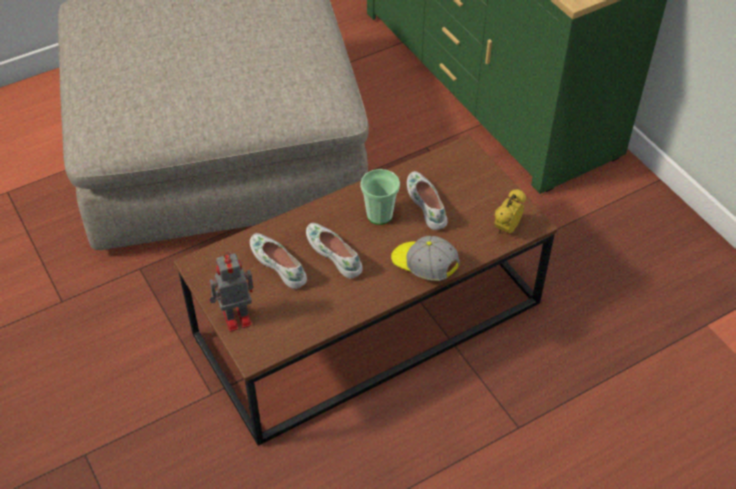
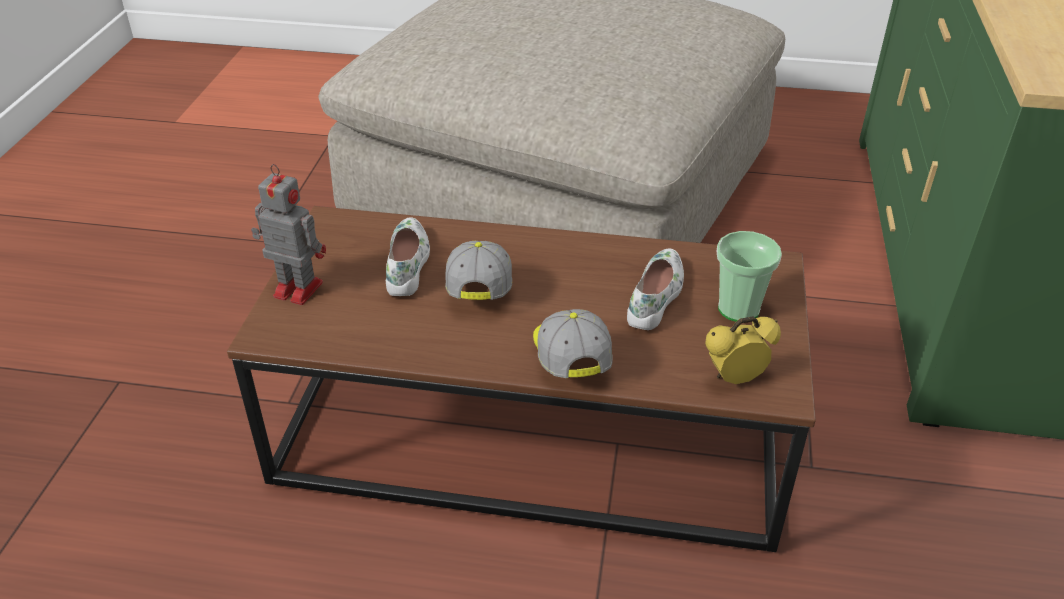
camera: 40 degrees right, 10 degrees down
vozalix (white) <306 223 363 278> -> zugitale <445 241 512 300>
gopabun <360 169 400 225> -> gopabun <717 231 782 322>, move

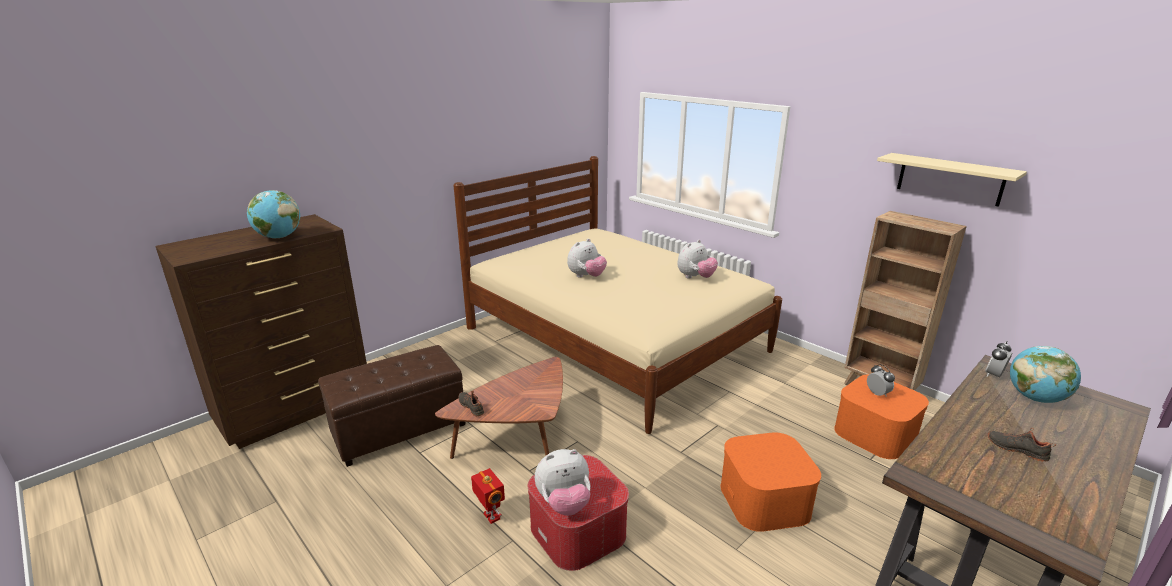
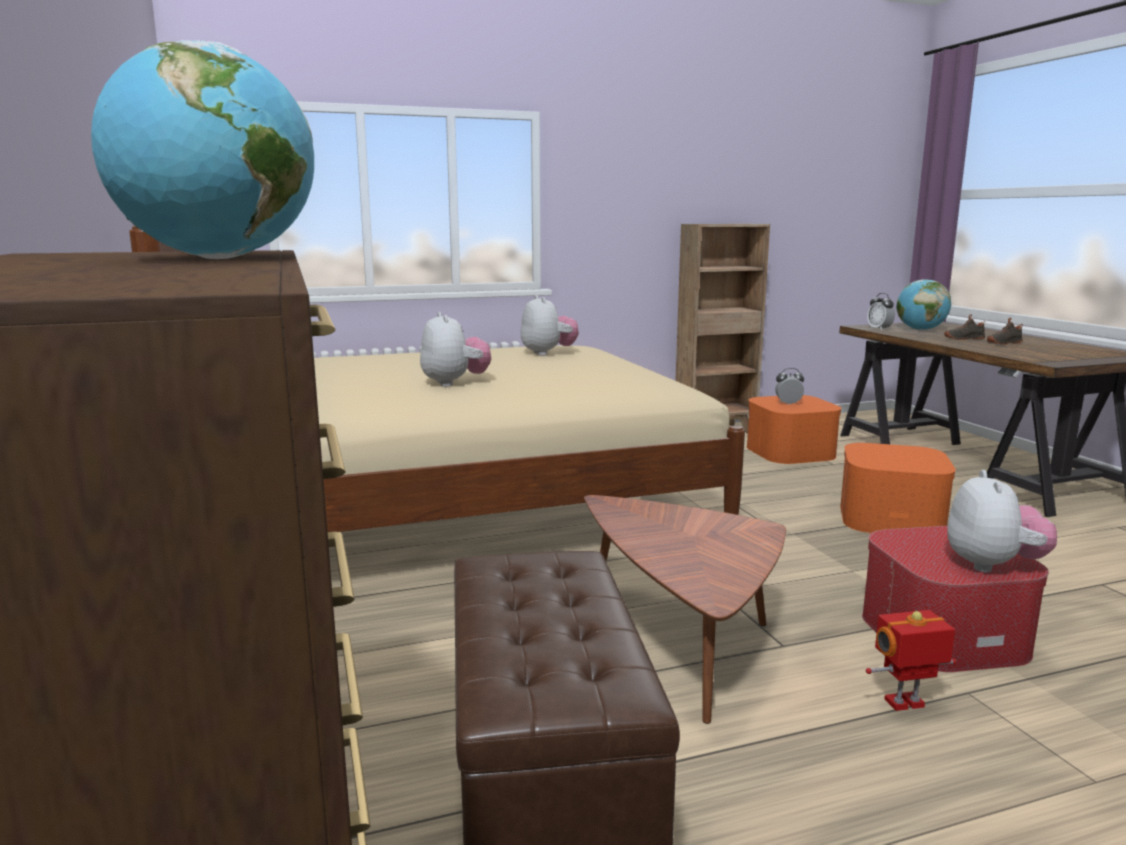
camera: 65 degrees left, 10 degrees down
vozalix (black) <459 391 484 416> -> vozalix (black) <944 314 986 340>, move
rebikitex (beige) <877 153 1027 207> -> none

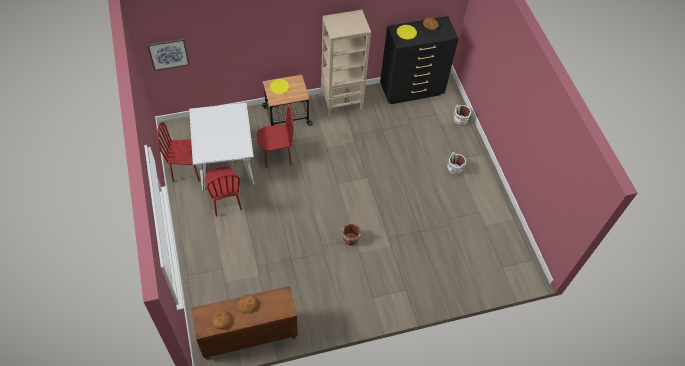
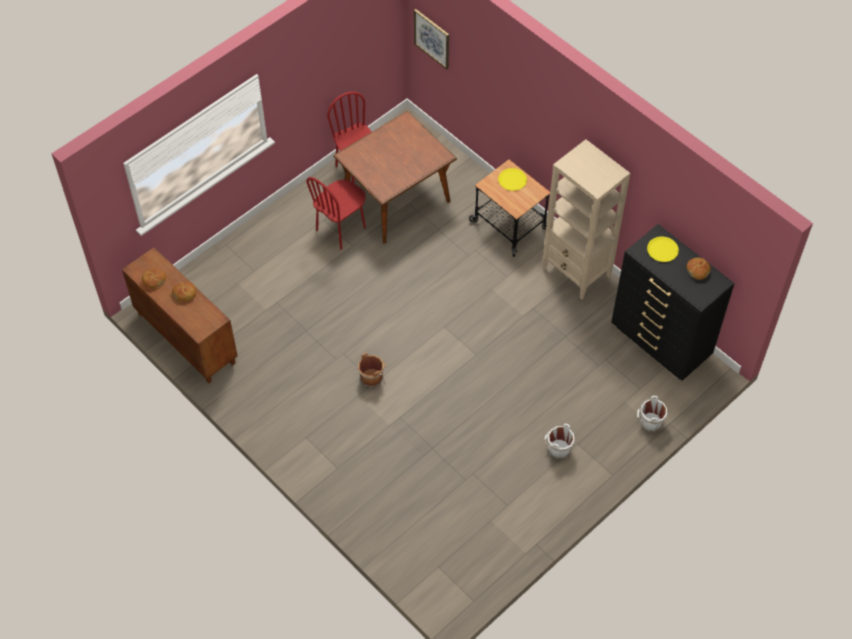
camera: 65 degrees right, 0 degrees up
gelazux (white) <189 103 255 191> -> gelazux (brown) <333 111 457 244>
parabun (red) <257 106 293 168> -> none

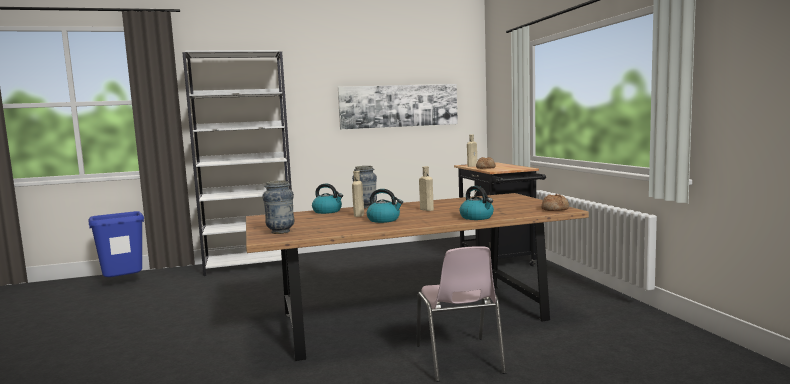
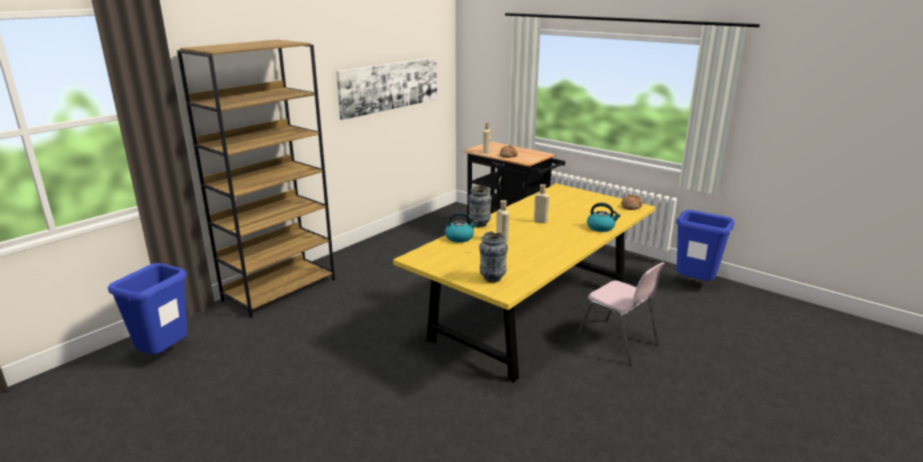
camera: 35 degrees left, 15 degrees up
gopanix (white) <182 50 292 276> -> gopanix (brown) <177 40 335 318>
gelazux (brown) <246 193 589 361> -> gelazux (yellow) <393 184 655 383>
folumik <367 189 403 223> -> none
none -> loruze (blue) <676 210 735 281>

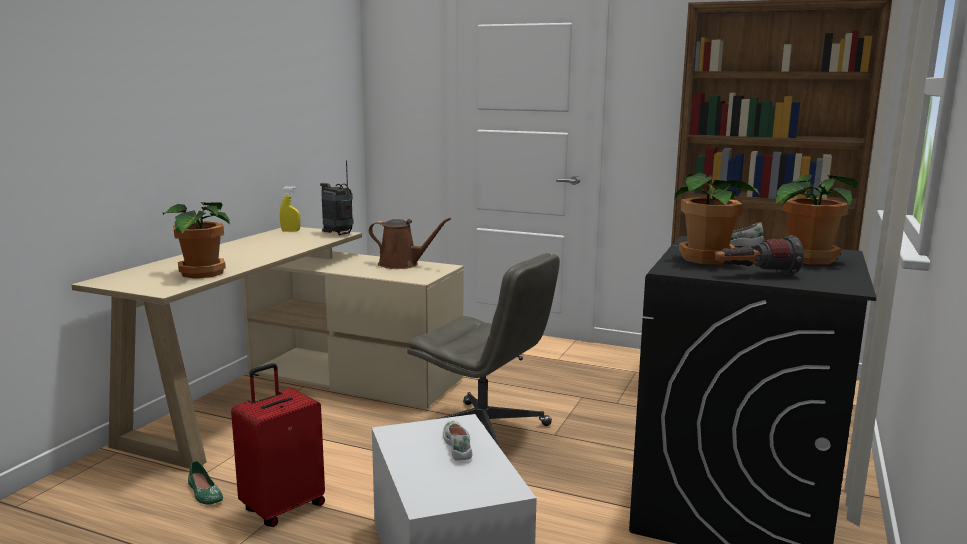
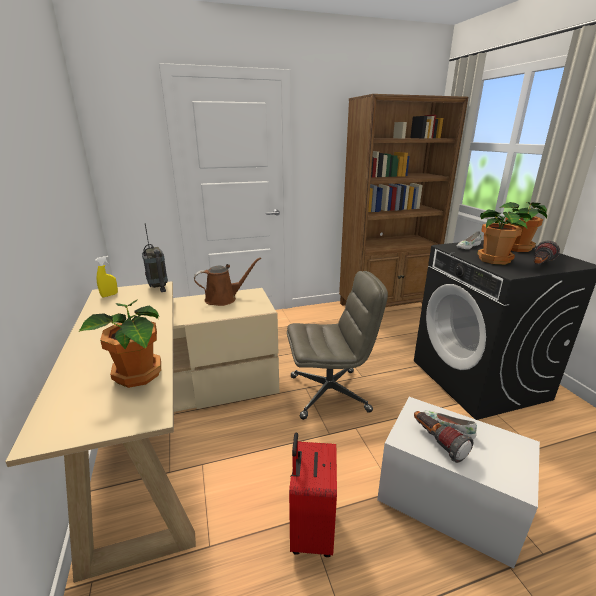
camera: 40 degrees left, 10 degrees up
vozalix (green) <188 461 223 505> -> none
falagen <320 160 354 236> -> falagen <142 223 168 292>, 120 degrees counterclockwise
none -> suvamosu <414 411 473 463>

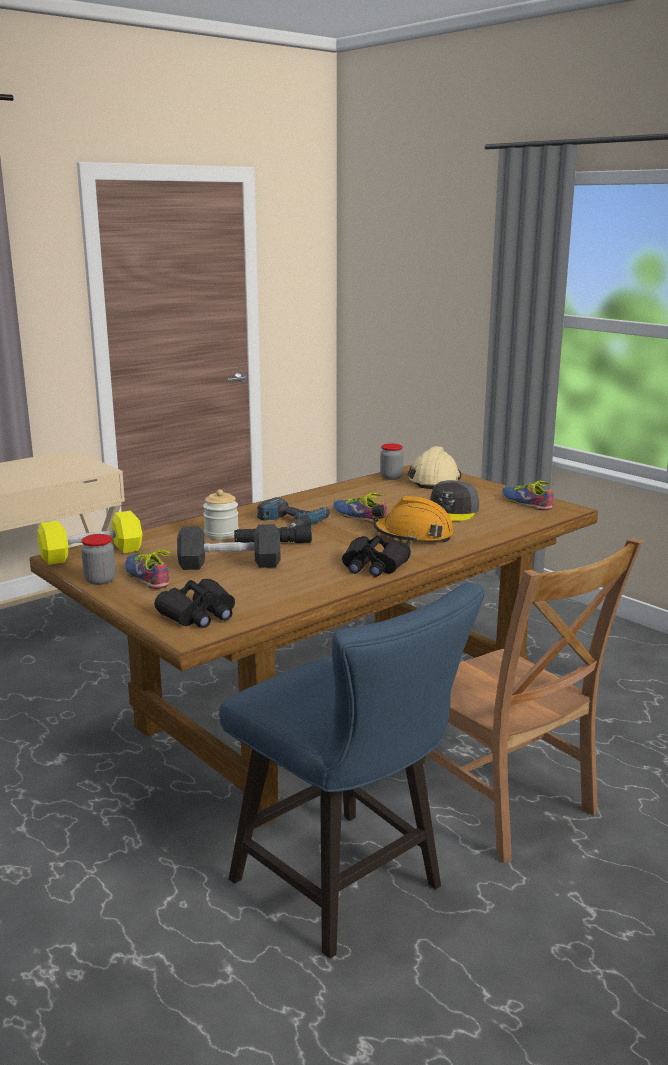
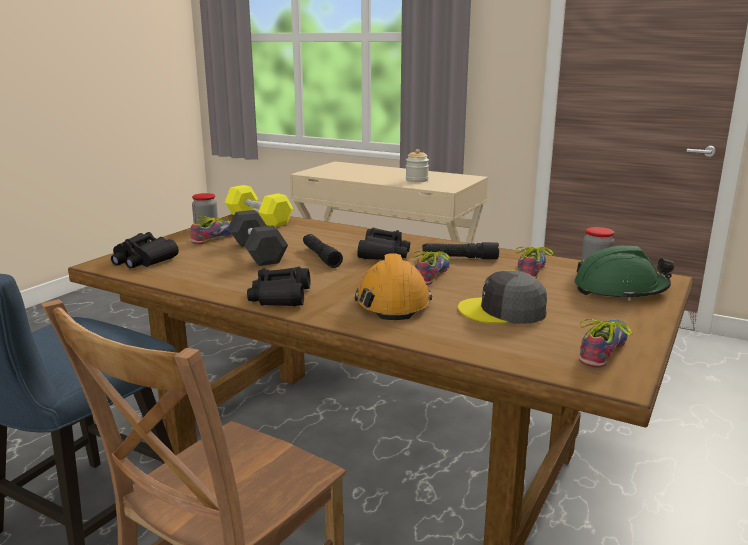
camera: 70 degrees right, 0 degrees up
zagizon <203 490 239 540> -> zagizon <406 149 429 182>, move
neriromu <257 497 330 527> -> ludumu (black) <357 228 410 260>
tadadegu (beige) <407 446 461 489> -> tadadegu (green) <574 246 674 301>
none -> suvamosu (black) <422 242 499 259>
none -> vozalix <515 246 553 279>

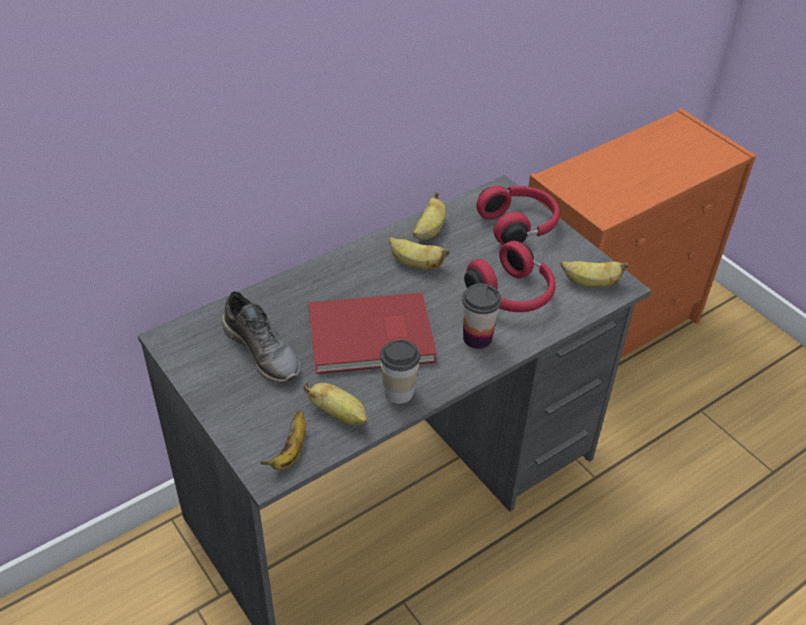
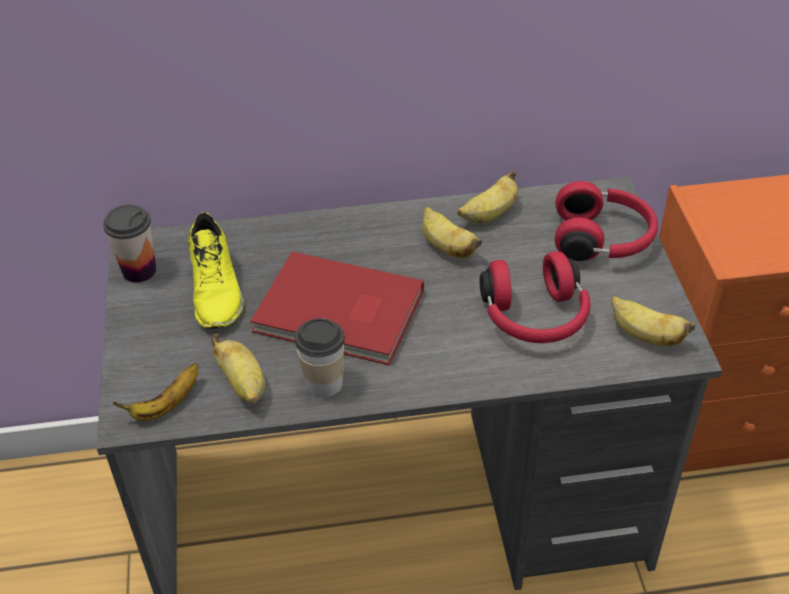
camera: 30 degrees right, 0 degrees up
vozalix (grey) <222 291 300 383> -> vozalix (yellow) <188 212 244 329>
gopabun <462 283 502 349> -> gopabun <103 204 156 283>, move

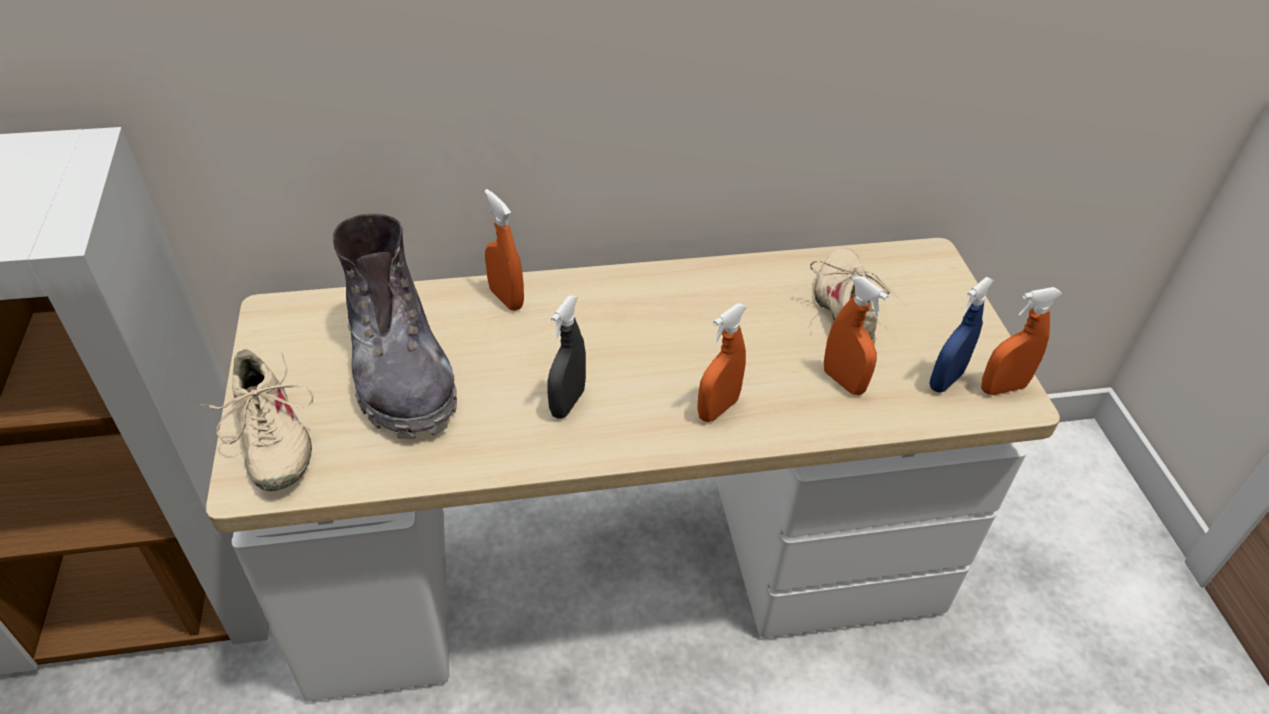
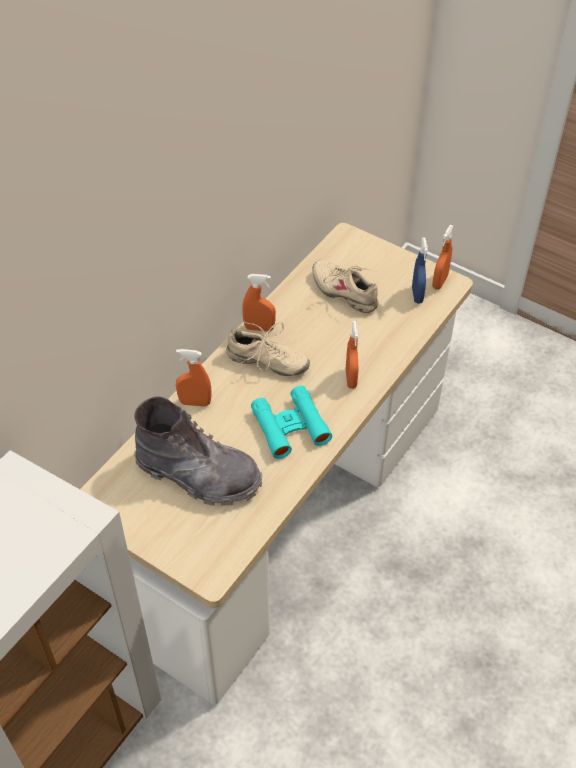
camera: 45 degrees left, 5 degrees up
vozalix (beige) <199 349 313 491> -> vozalix (beige) <226 321 310 376>, move
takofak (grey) <547 295 586 419> -> ludumu (turquoise) <251 386 332 459>
takofak (orange) <824 276 889 395> -> takofak (orange) <242 274 276 331>, move

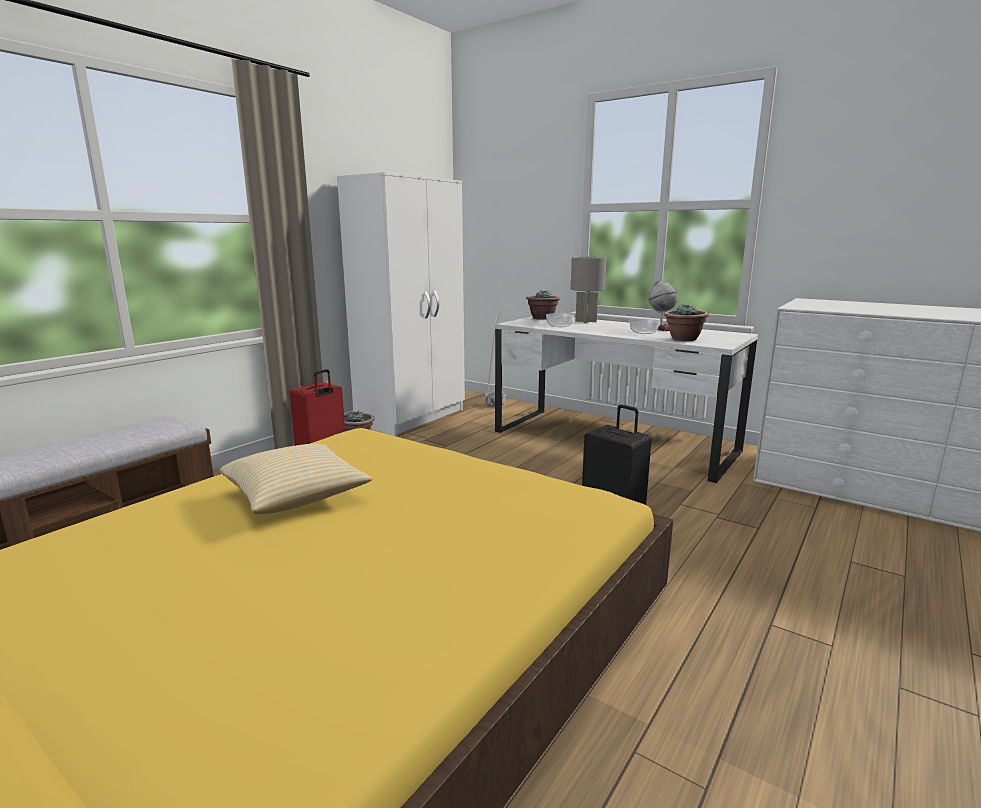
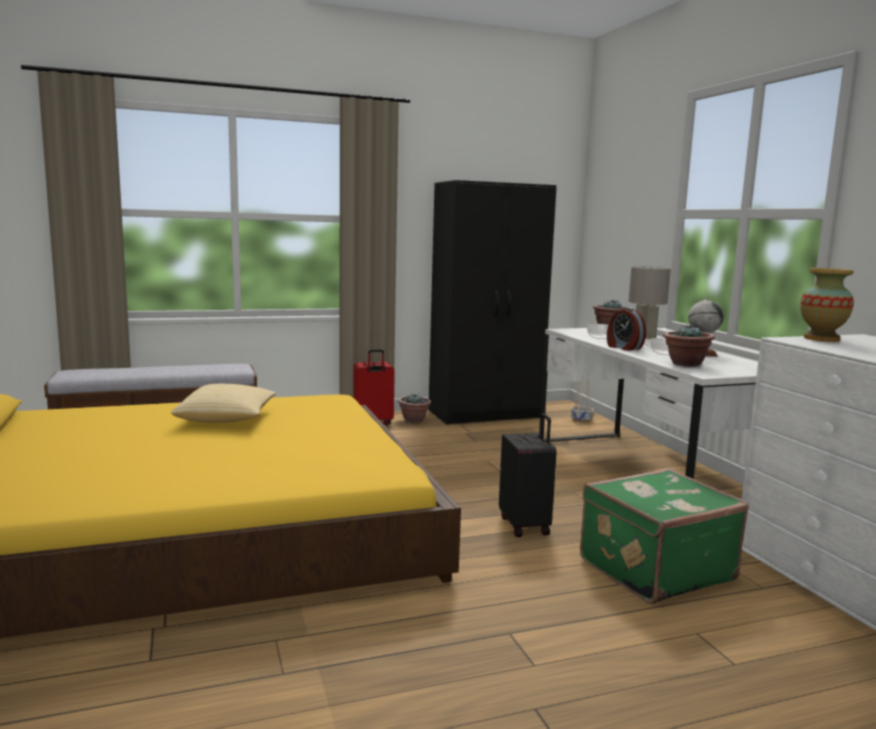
camera: 35 degrees right, 5 degrees down
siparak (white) <337 172 465 436> -> siparak (black) <428 180 557 425>
none -> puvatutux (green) <580 468 749 604>
none -> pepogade <607 307 646 351>
none -> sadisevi <800 268 854 342>

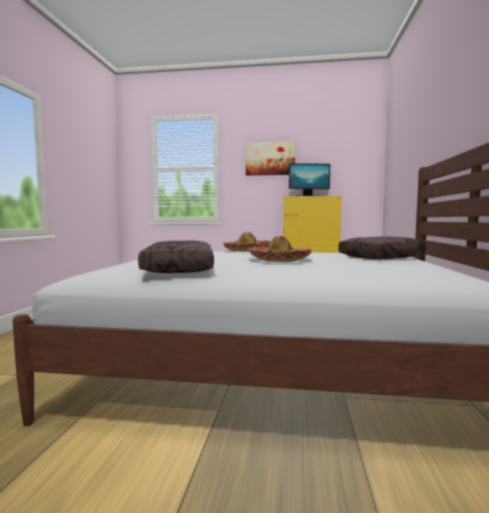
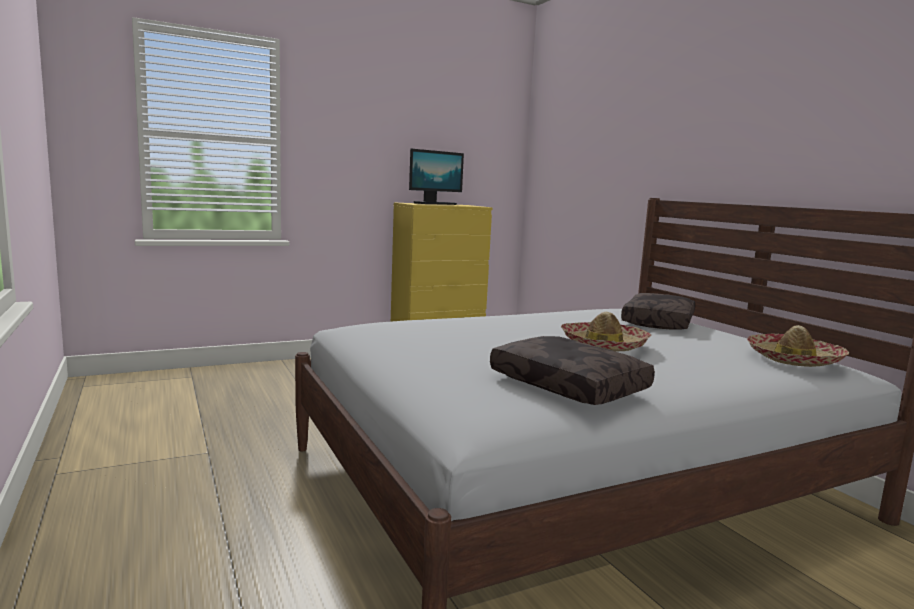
camera: 35 degrees left, 5 degrees up
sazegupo <223 231 271 252> -> sazegupo <747 325 849 367>, move
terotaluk <246 141 295 176> -> none

